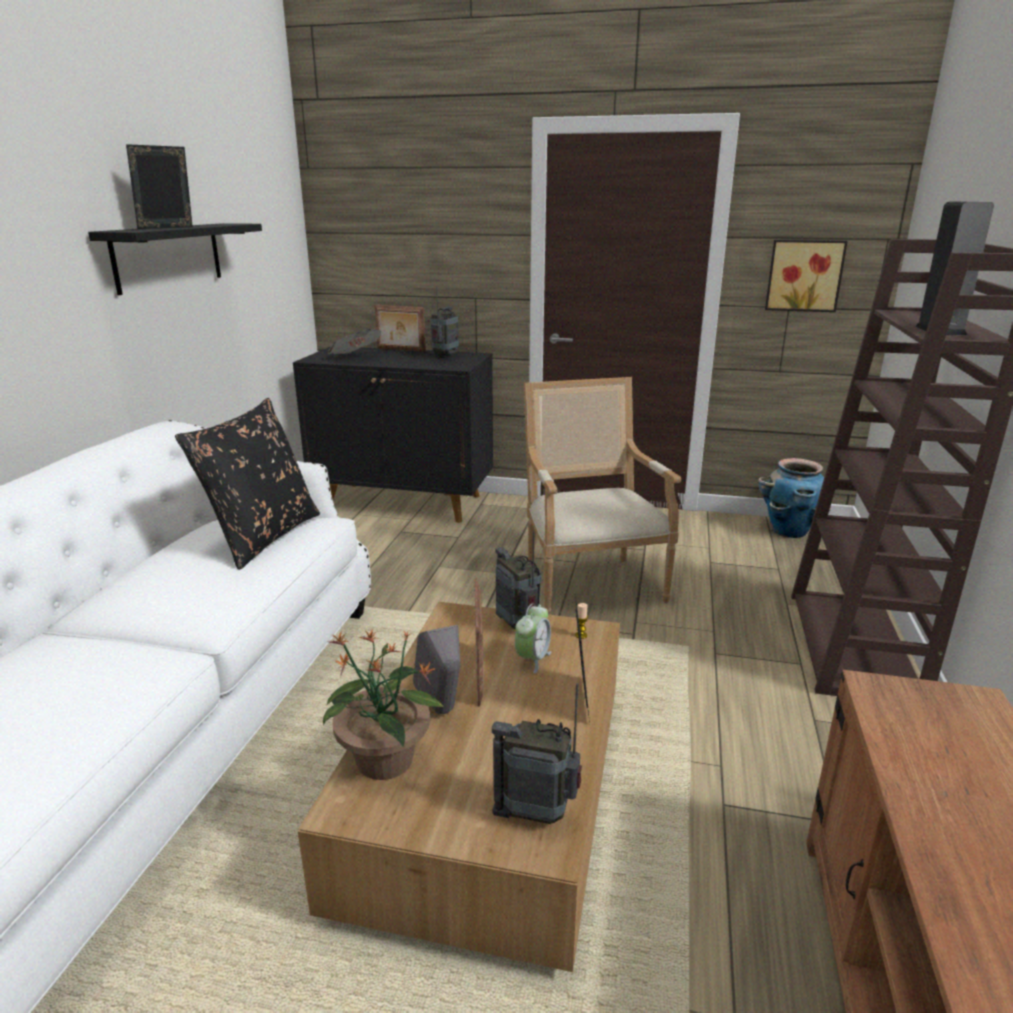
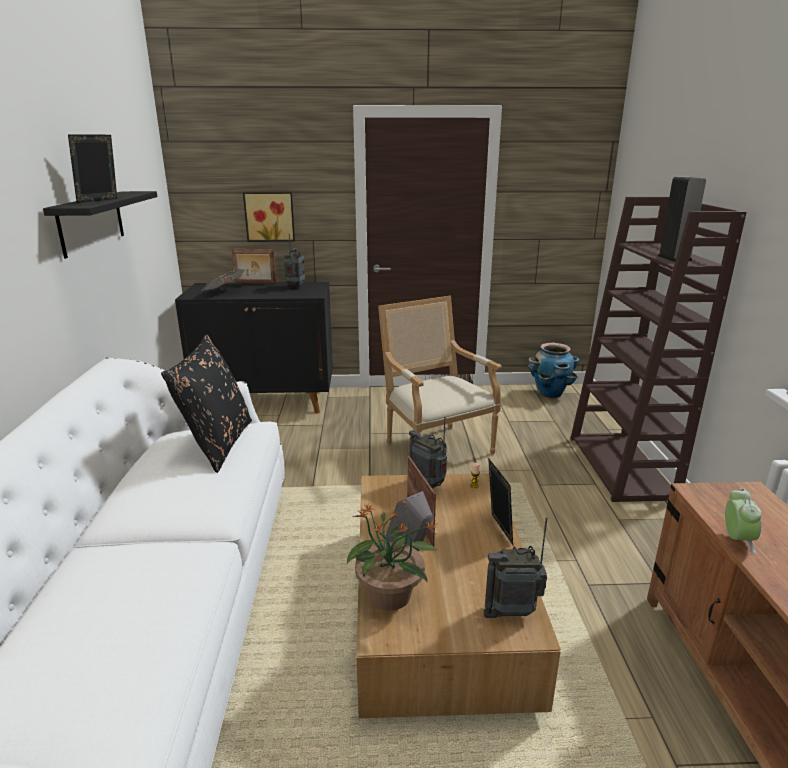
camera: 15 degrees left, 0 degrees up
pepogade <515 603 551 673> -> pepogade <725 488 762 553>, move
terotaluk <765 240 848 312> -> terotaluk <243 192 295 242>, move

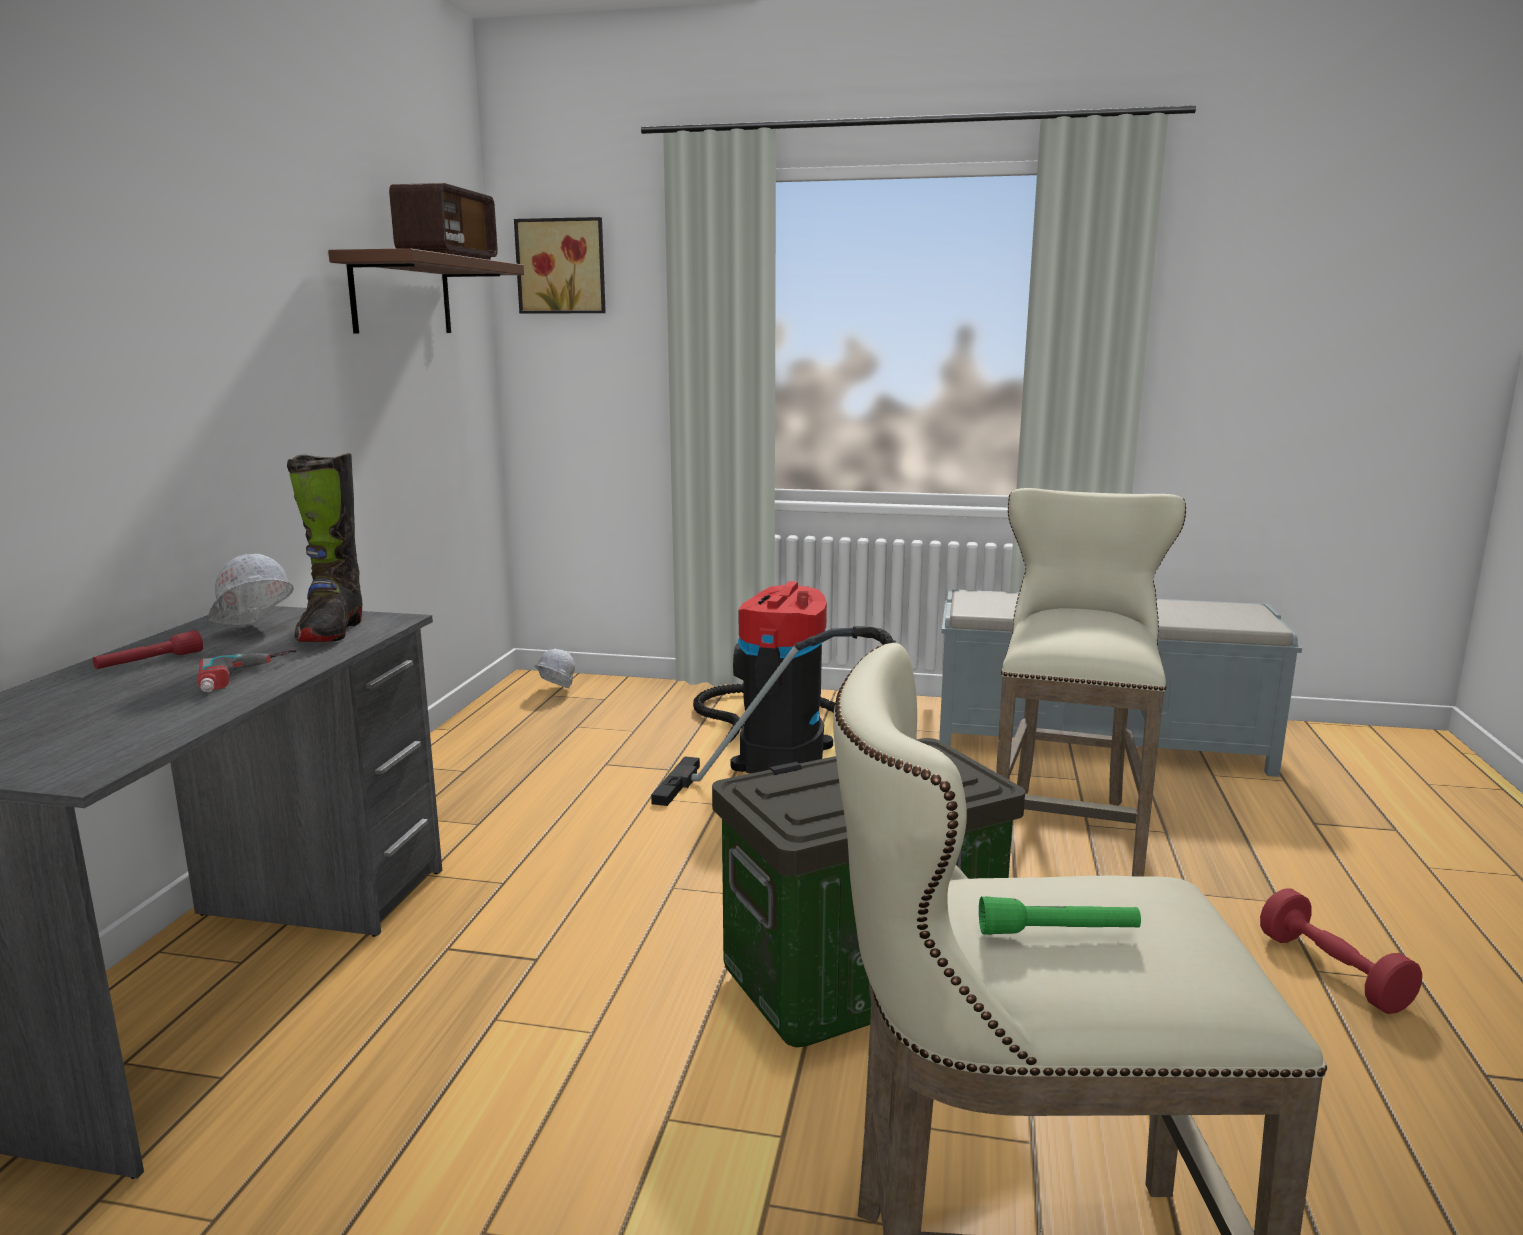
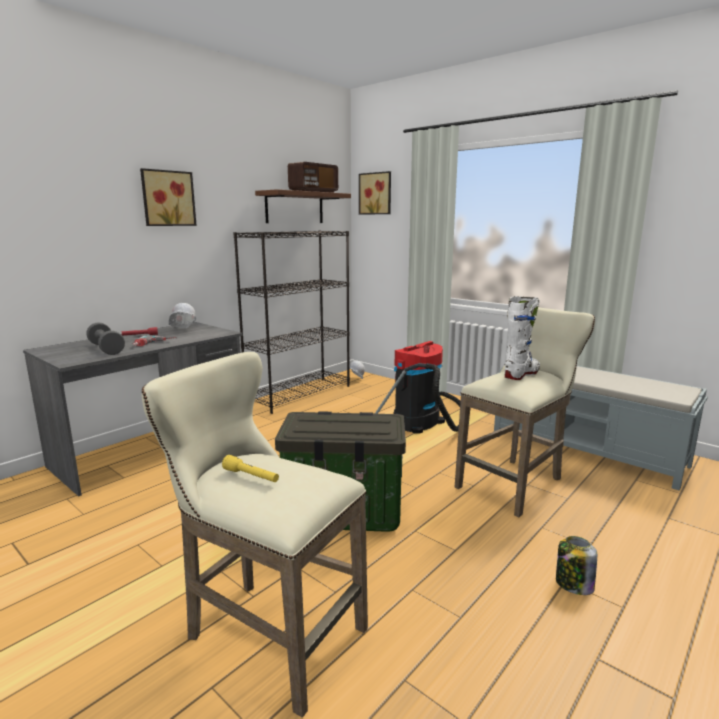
camera: 30 degrees right, 0 degrees up
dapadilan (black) <287 453 362 642> -> none
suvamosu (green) <979 896 1141 935> -> suvamosu (yellow) <222 455 279 482>
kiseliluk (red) <1260 889 1422 1014> -> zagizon <556 536 597 595>
none -> kiseliluk (grey) <86 322 125 355>
none -> terotaluk <140 168 197 226>
none -> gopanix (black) <234 231 350 414>
none -> dapadilan (white) <505 296 540 380>

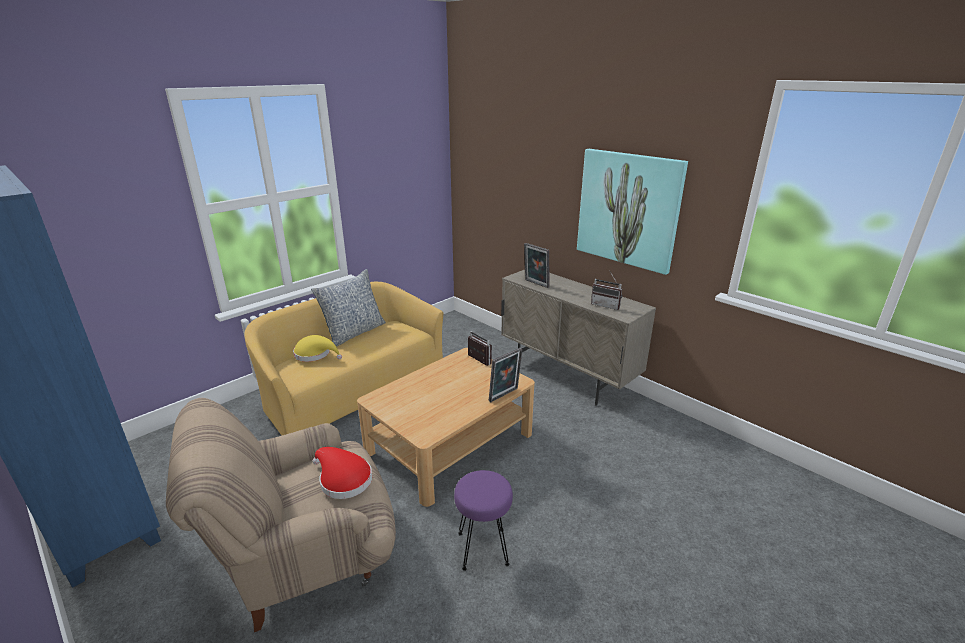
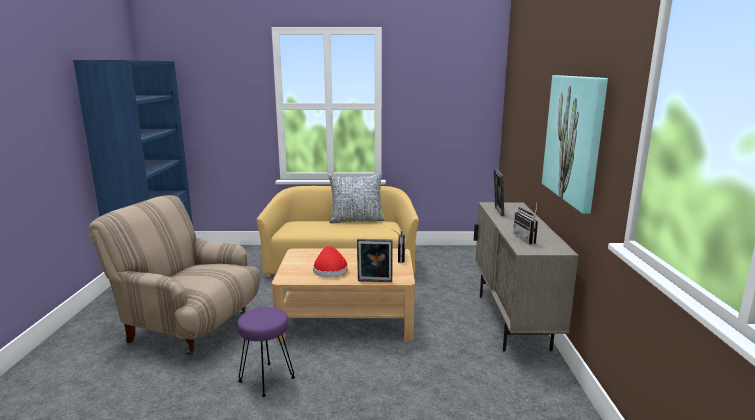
camera: 45 degrees right, 10 degrees down
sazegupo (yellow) <293 335 342 362> -> none
sazegupo (red) <313 447 372 499> -> sazegupo (red) <313 246 348 277>, move

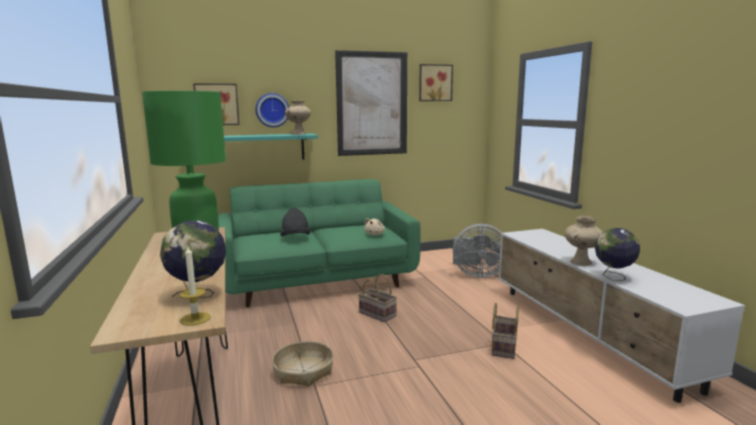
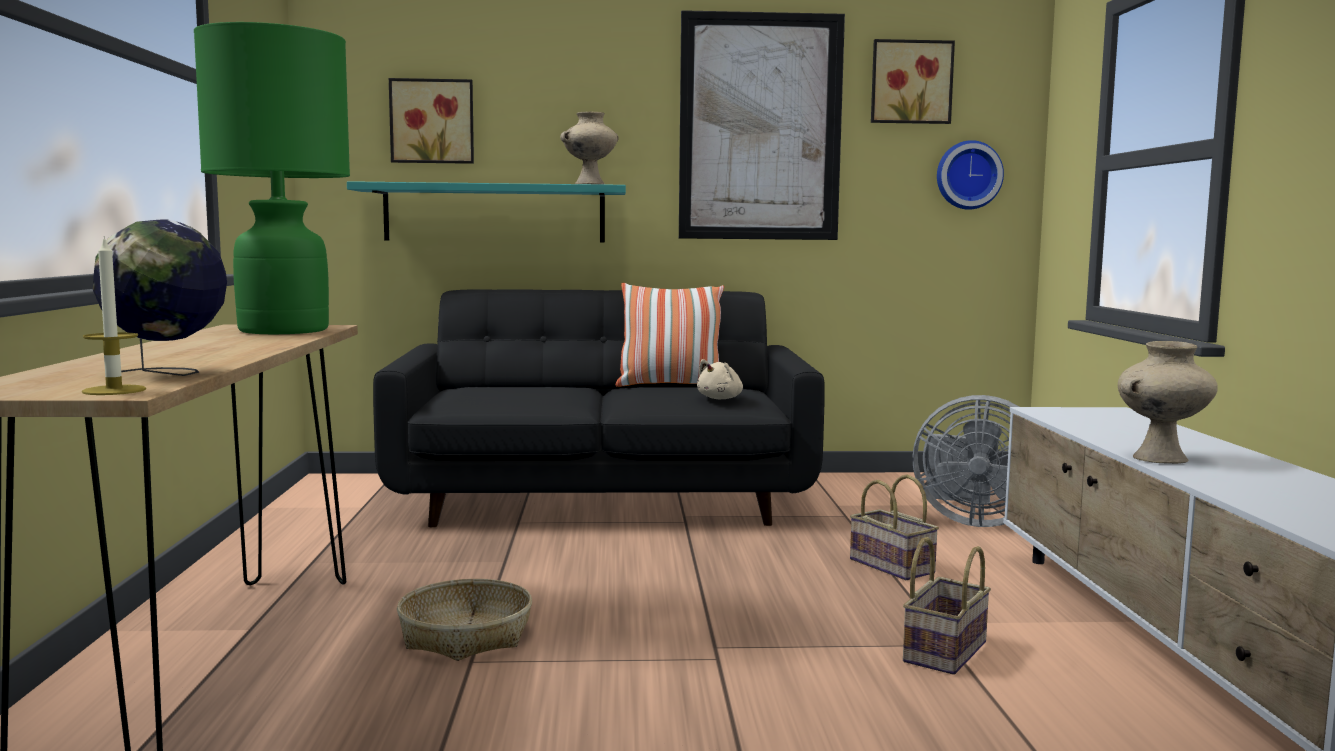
camera: 15 degrees right, 5 degrees down
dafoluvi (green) <218 179 420 307> -> dafoluvi (black) <373 289 825 527>
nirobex <256 93 289 127> -> nirobex <937 140 1004 210>, move
sazegupo (black) <280 208 311 236> -> none
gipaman <358 274 397 322> -> gipaman <850 474 939 580>, move
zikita <595 228 640 281> -> none
none -> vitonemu <616 283 724 387>

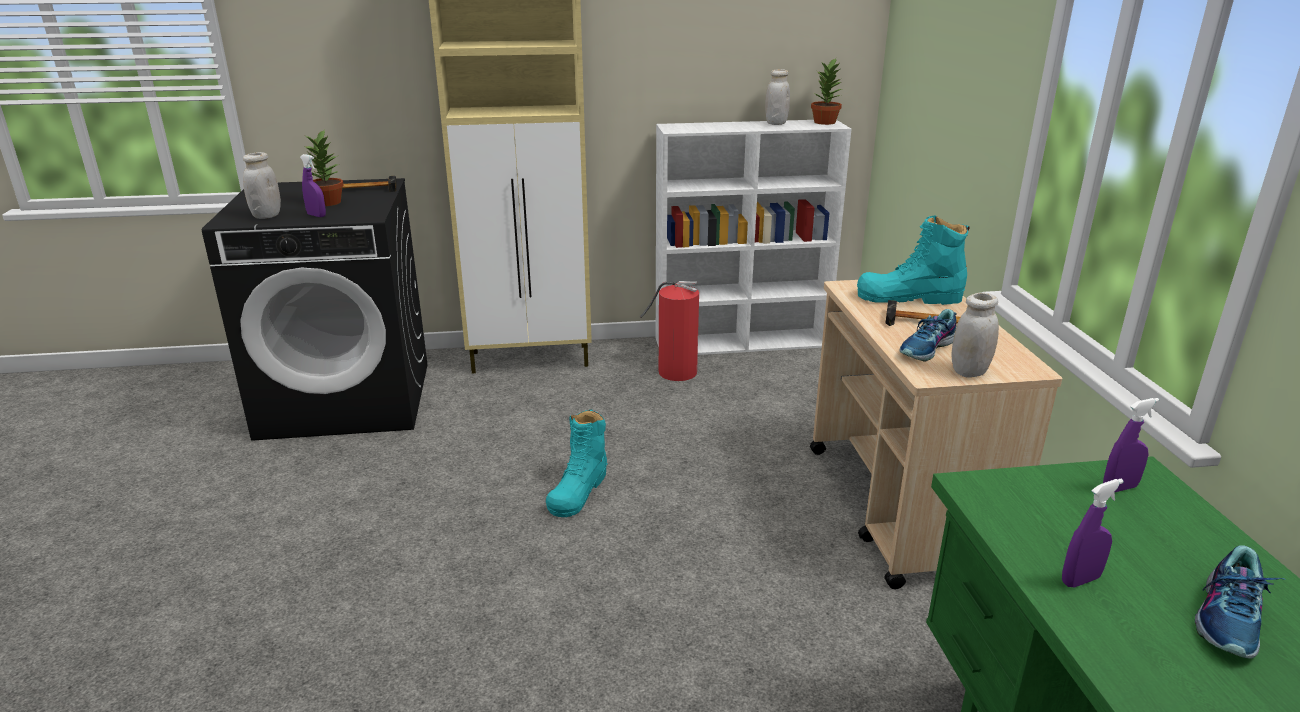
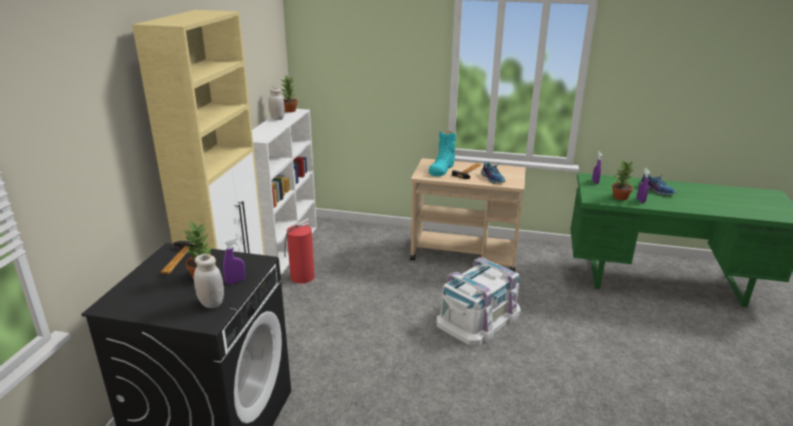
camera: 70 degrees left, 0 degrees up
dapadilan (turquoise) <546 409 607 517> -> none
zagizon (white) <951 293 999 377> -> none
none -> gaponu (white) <436 257 521 345>
none -> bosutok <612 159 634 200>

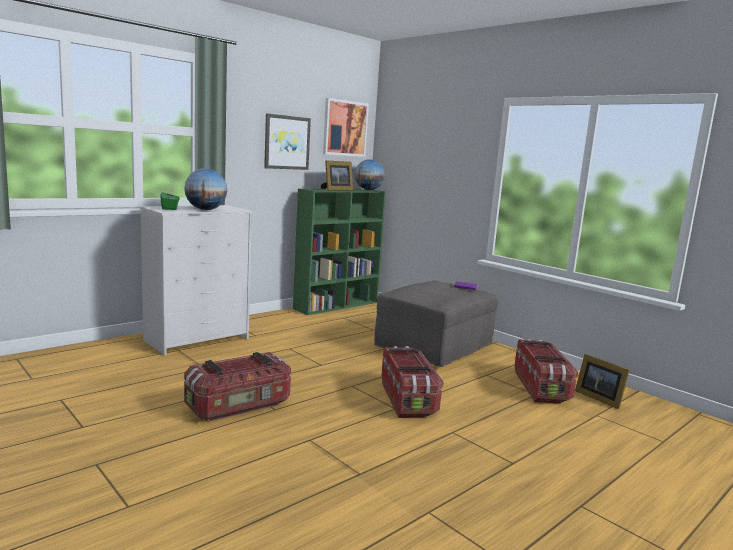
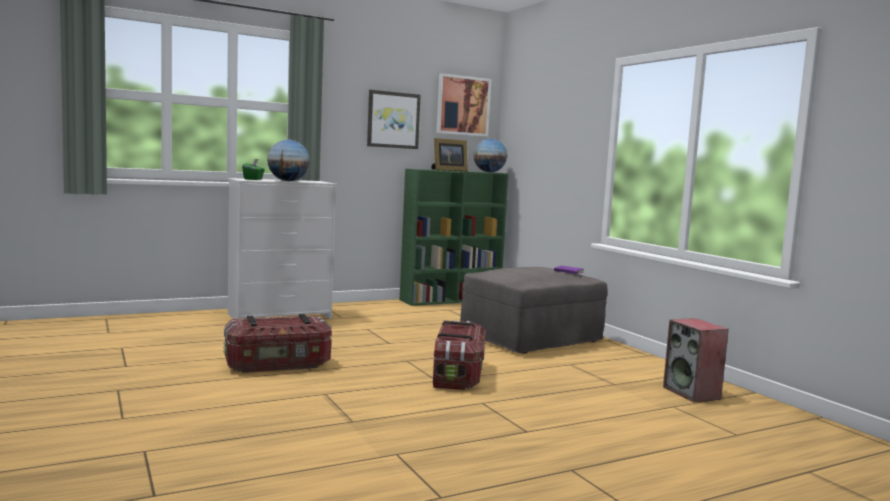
camera: 15 degrees right, 5 degrees down
gaponu <515 339 578 404> -> none
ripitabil <575 354 630 409> -> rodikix <663 318 729 402>

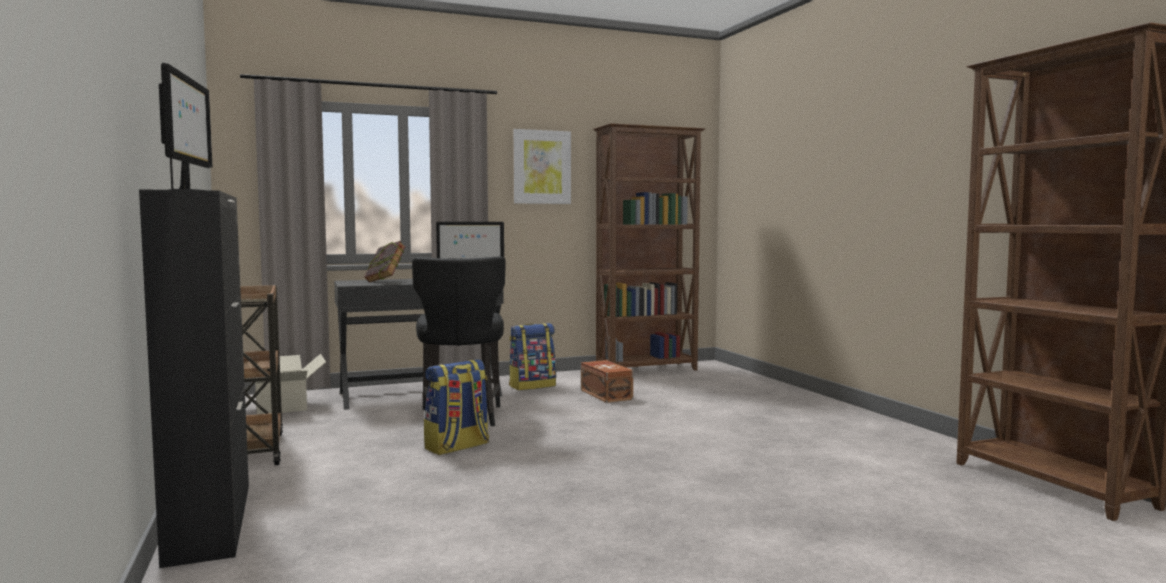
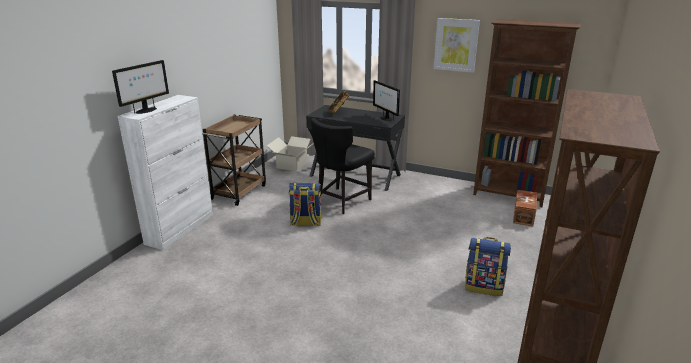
camera: 45 degrees right, 20 degrees up
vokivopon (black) <139 189 249 568> -> vokivopon (white) <117 95 213 250>
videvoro <509 323 556 390> -> videvoro <465 237 511 296>, move
gaponu (brown) <581 360 633 403> -> gaponu (brown) <513 190 537 226>, move

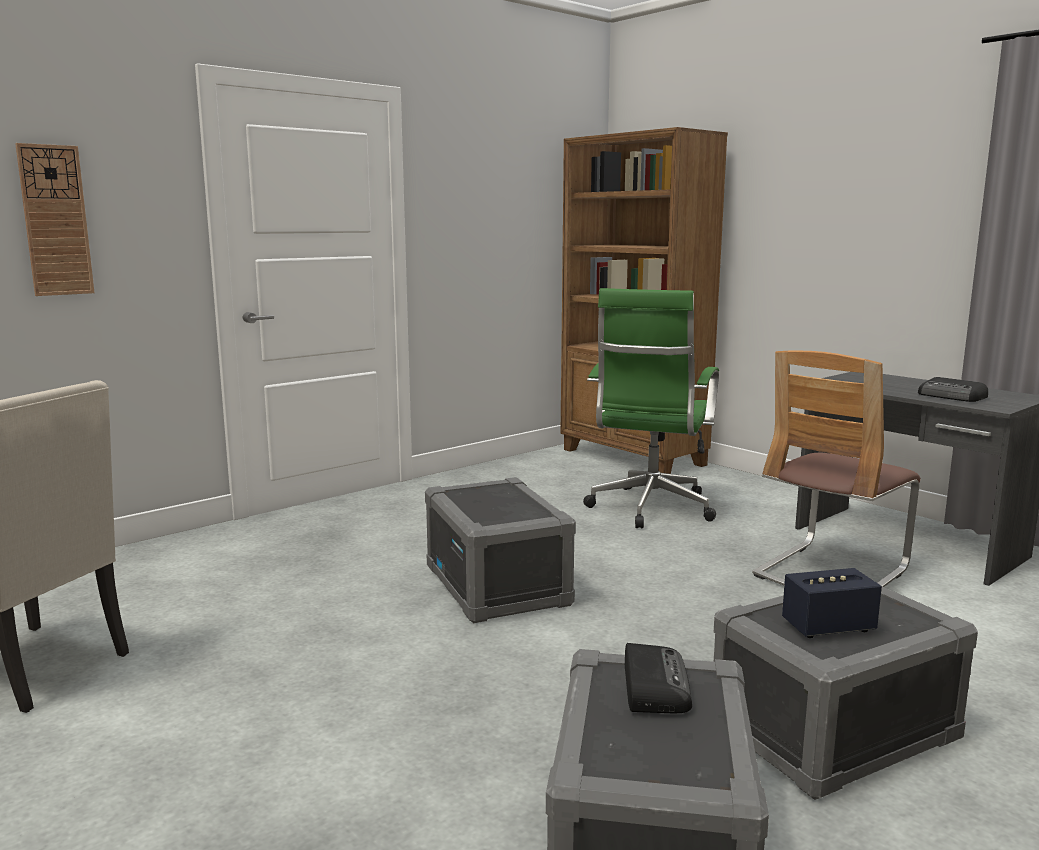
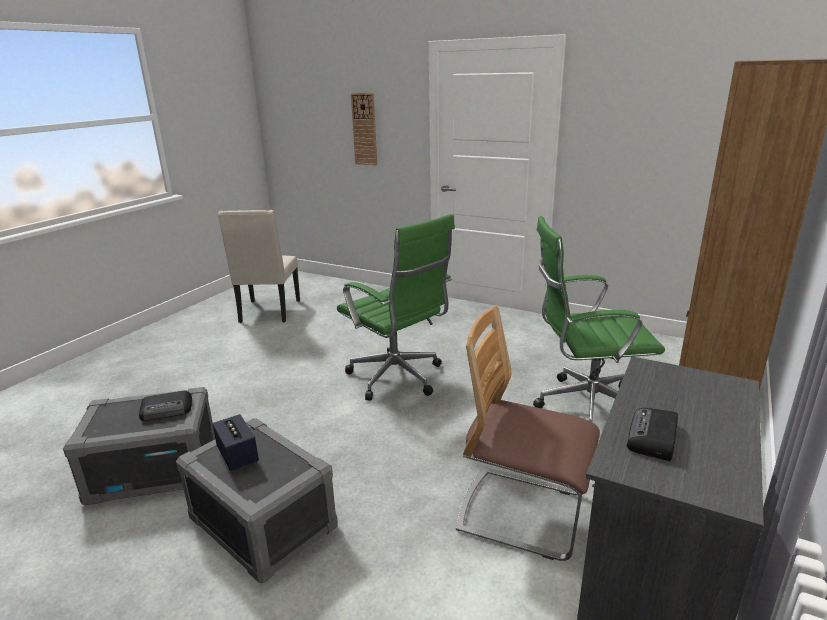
camera: 70 degrees right, 10 degrees up
gaponu (grey) <425 477 576 623> -> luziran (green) <337 214 455 401>

